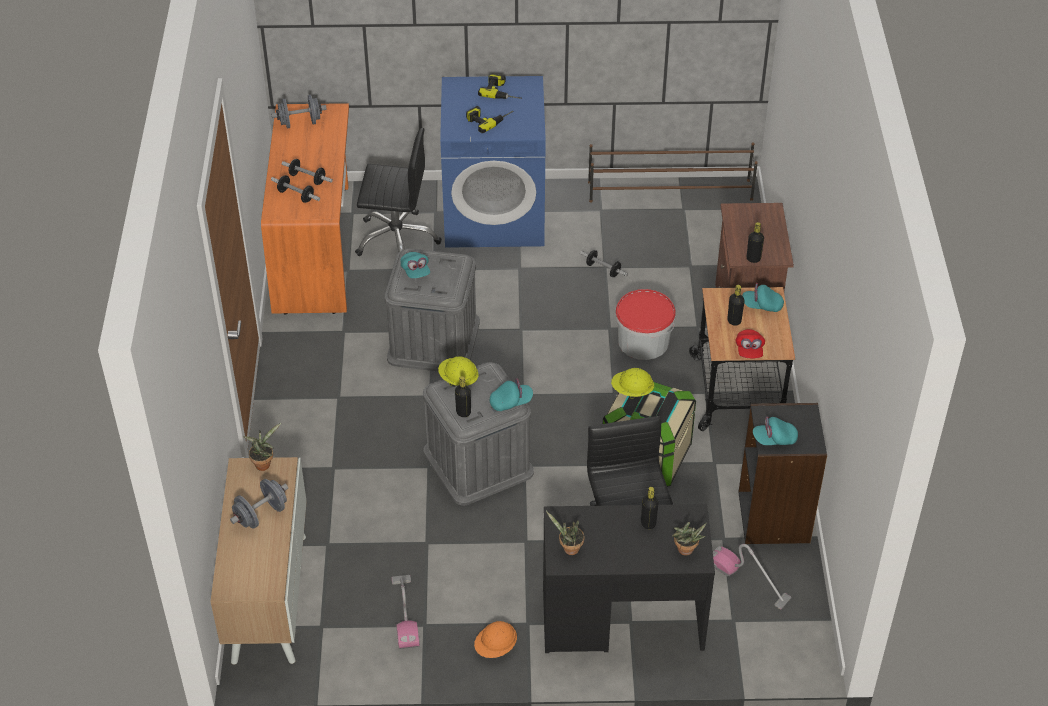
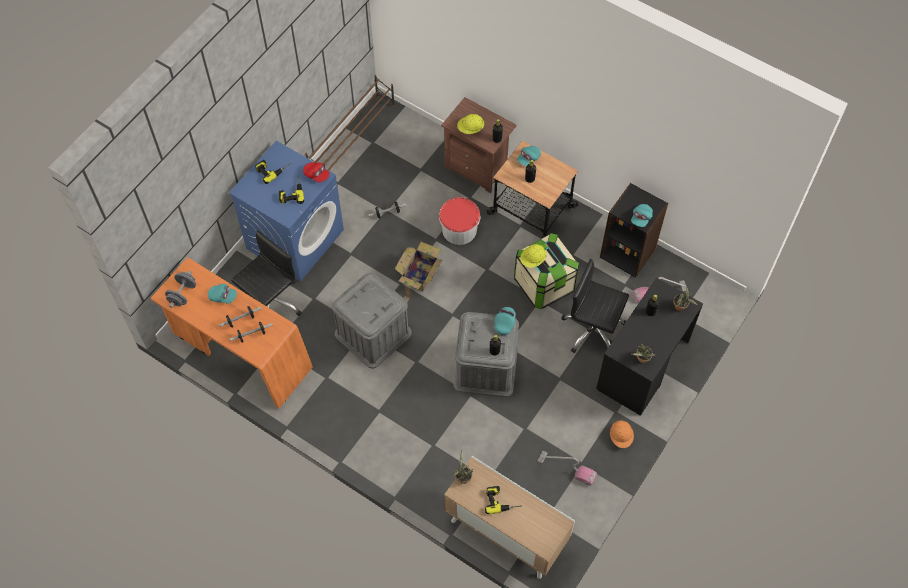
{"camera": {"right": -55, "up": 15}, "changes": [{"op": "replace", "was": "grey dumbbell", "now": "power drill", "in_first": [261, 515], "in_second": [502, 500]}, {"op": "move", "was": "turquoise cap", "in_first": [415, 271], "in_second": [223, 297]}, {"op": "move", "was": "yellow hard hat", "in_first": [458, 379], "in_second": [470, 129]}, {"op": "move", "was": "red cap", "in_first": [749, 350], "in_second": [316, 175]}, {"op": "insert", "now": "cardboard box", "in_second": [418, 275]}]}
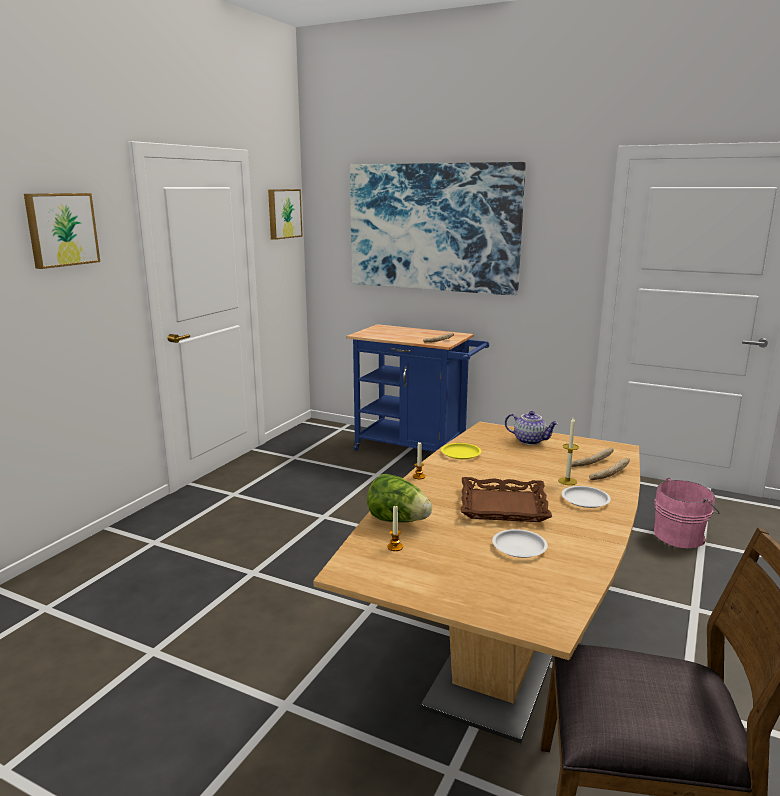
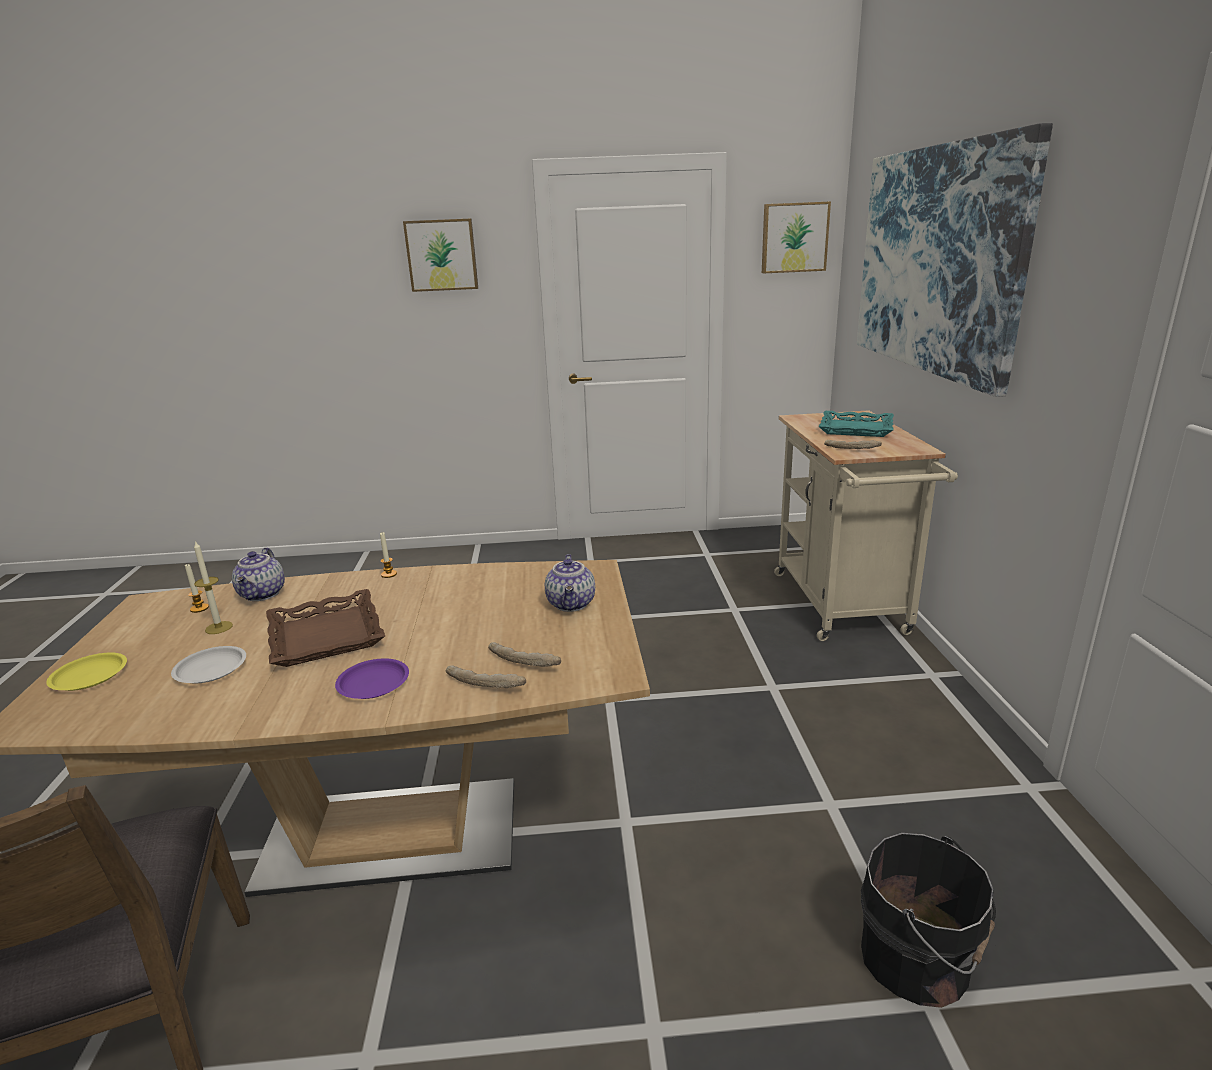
{"camera": {"right": 60, "up": 5}, "changes": [{"op": "recolor", "was": "blue cart", "now": "beige cart", "in_first": [416, 450], "in_second": [843, 607]}, {"op": "replace", "was": "lettuce", "now": "teapot", "in_first": [398, 520], "in_second": [263, 594]}, {"op": "move", "was": "yellow plate", "in_first": [460, 454], "in_second": [88, 676]}, {"op": "move", "was": "candle", "in_first": [567, 481], "in_second": [219, 627]}, {"op": "recolor", "was": "white plate", "now": "purple plate", "in_first": [585, 500], "in_second": [374, 683]}, {"op": "recolor", "was": "pink bucket", "now": "black bucket", "in_first": [681, 535], "in_second": [920, 961]}, {"op": "insert", "now": "turquoise tray", "in_second": [856, 429]}]}
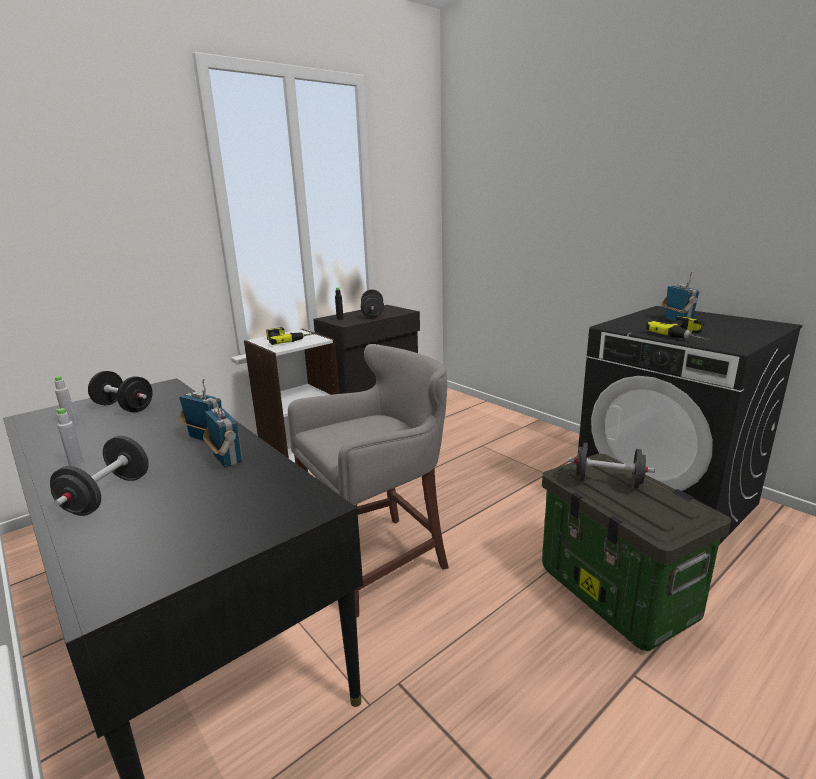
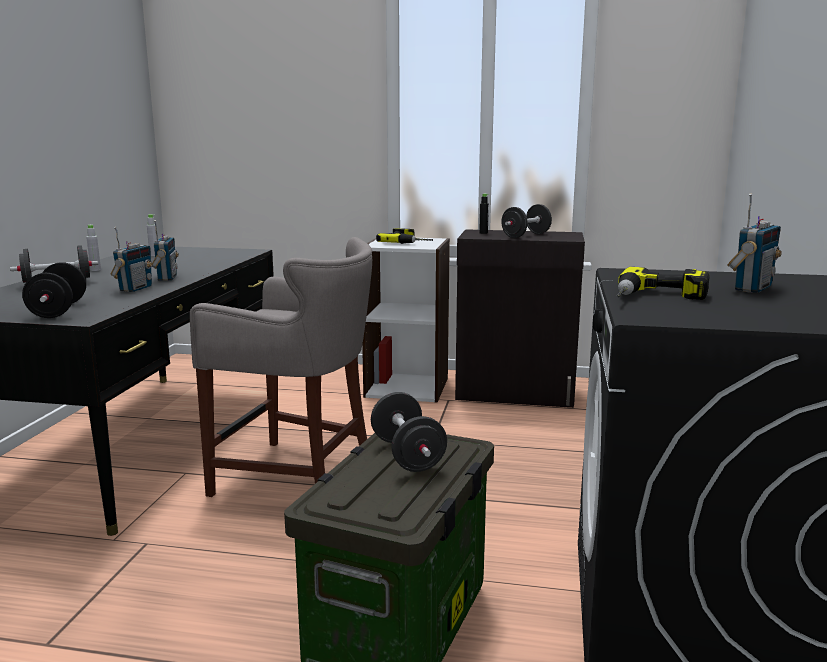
{"camera": {"right": 50, "up": -5}, "changes": [{"op": "move", "was": "black dumbbell", "in_first": [124, 407], "in_second": [58, 310]}]}
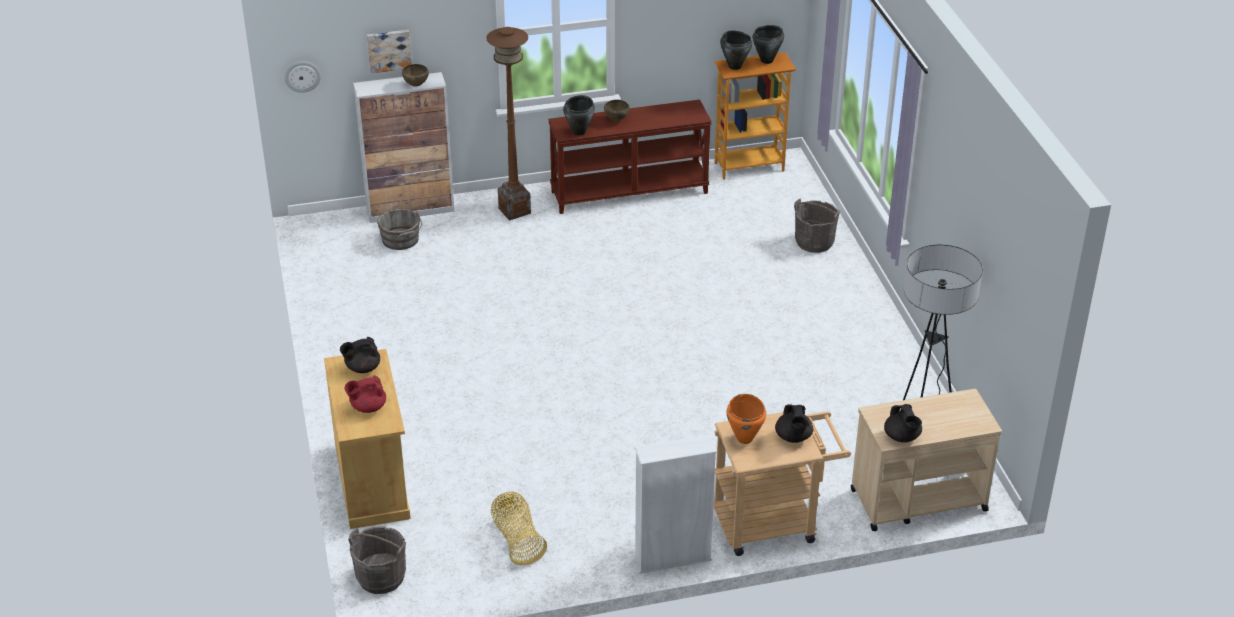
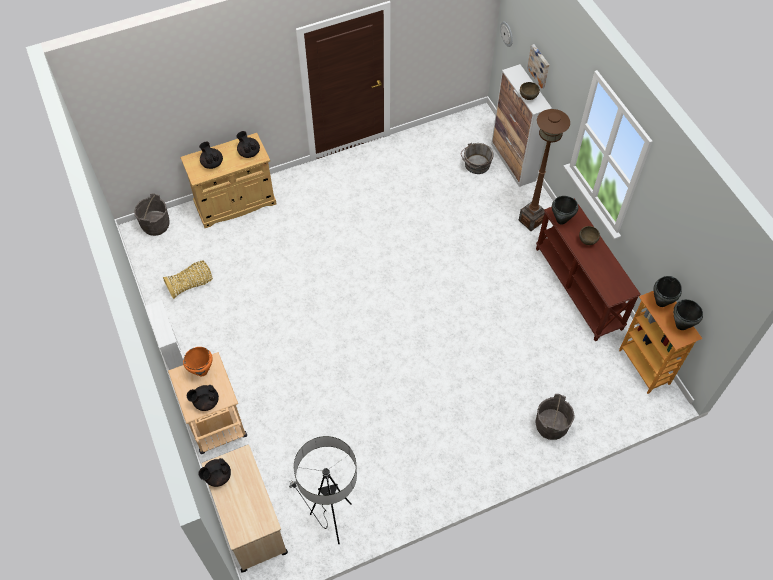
{"camera": {"right": 80, "up": 20}, "changes": [{"op": "recolor", "was": "red teapot", "now": "black teapot", "in_first": [367, 407], "in_second": [212, 163]}]}
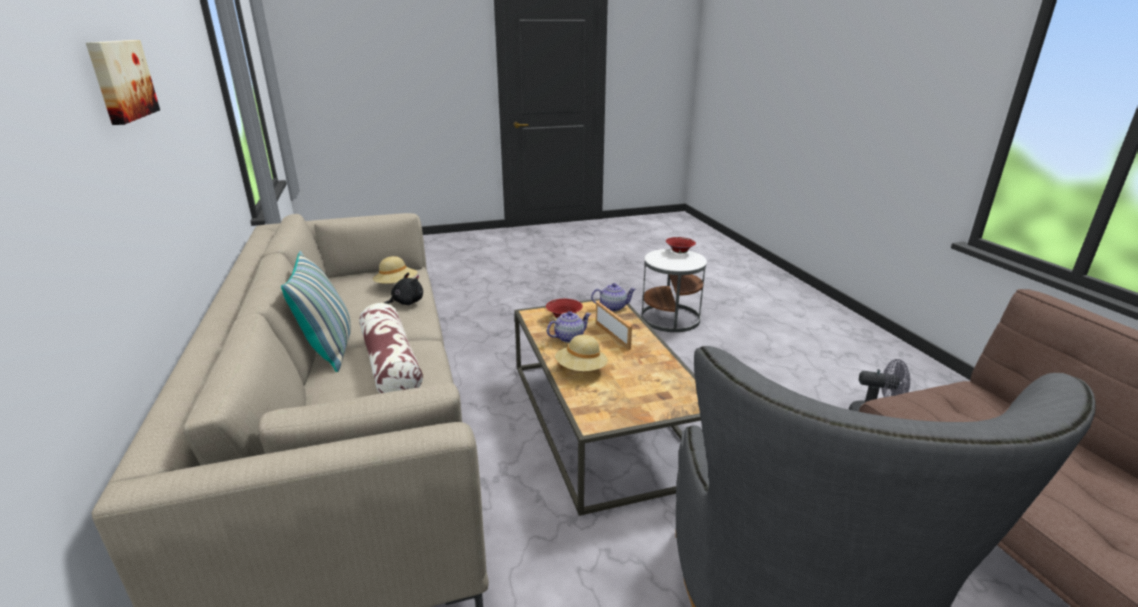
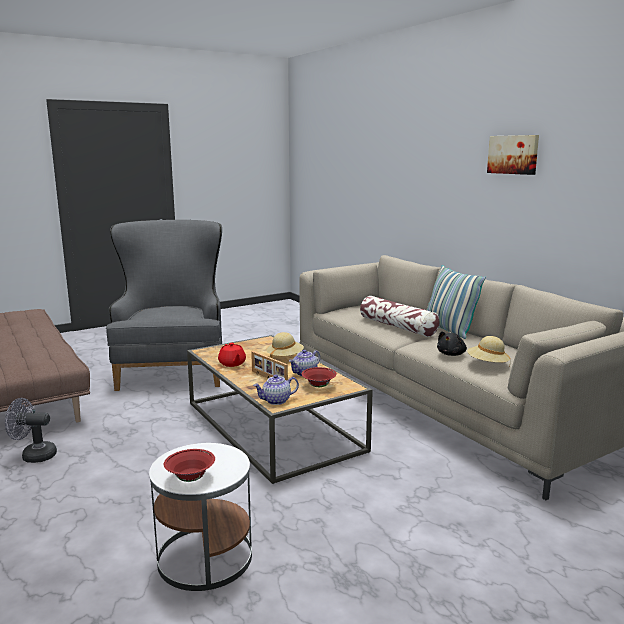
{"camera": {"right": 165, "up": -10}, "changes": [{"op": "insert", "now": "red teapot", "in_second": [232, 364]}]}
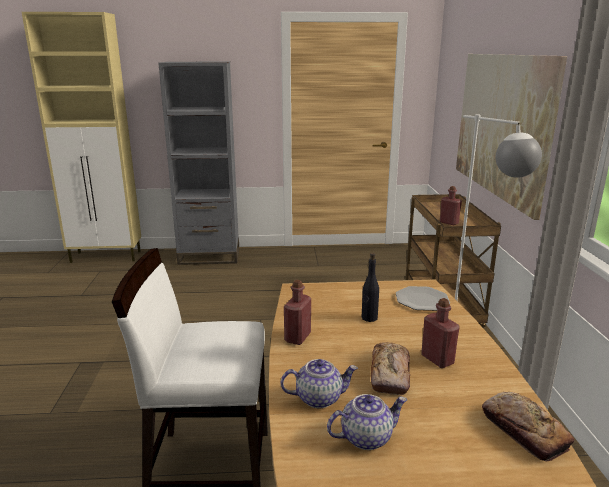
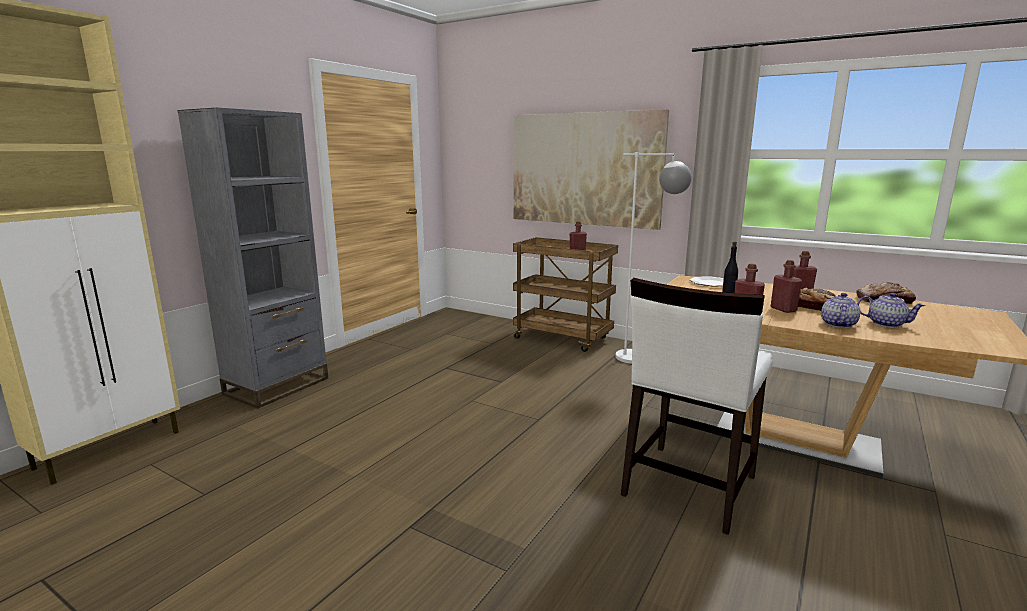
{"camera": {"right": -55, "up": -5}, "changes": [{"op": "rotate", "was": "teapot", "in_first": [366, 437], "in_second": [886, 324], "clockwise": 105}, {"op": "insert", "now": "red bottle", "in_second": [783, 309]}]}
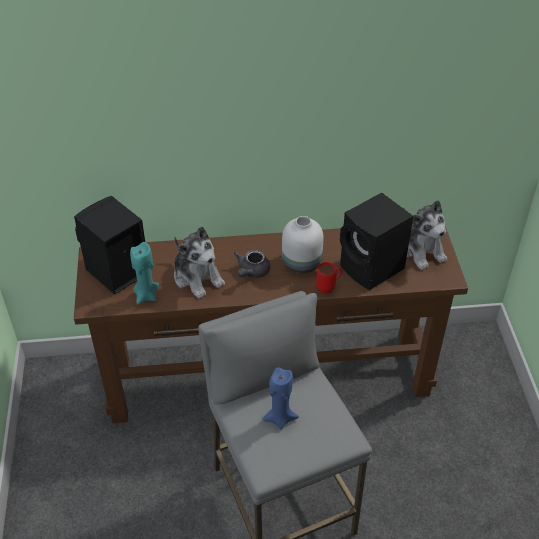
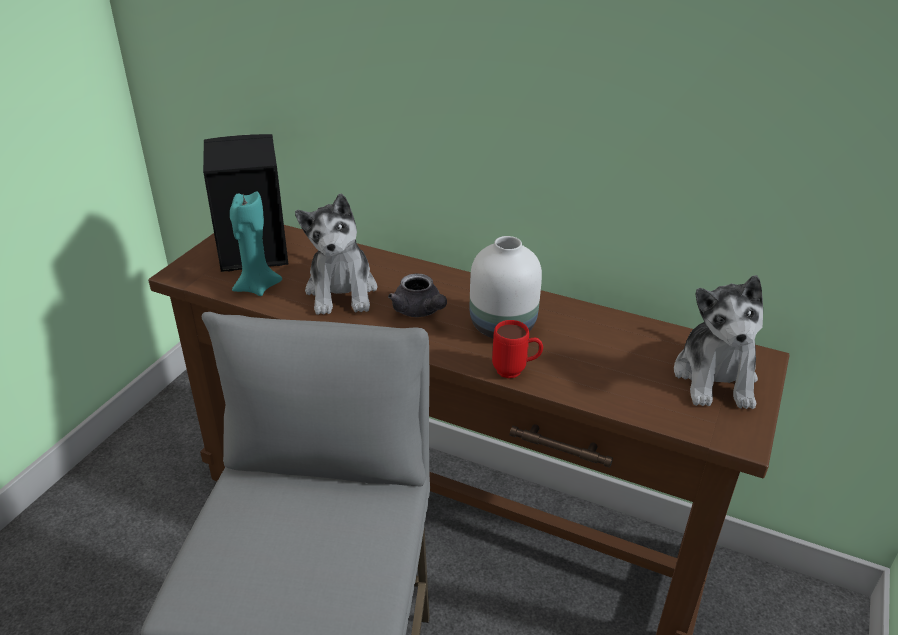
{"camera": {"right": 30, "up": -10}, "changes": [{"op": "rotate", "was": "grey teapot", "in_first": [251, 272], "in_second": [419, 311], "clockwise": -90}, {"op": "delete", "was": "blue candle", "in_first": [280, 418]}, {"op": "delete", "was": "black speaker", "in_first": [373, 269]}]}
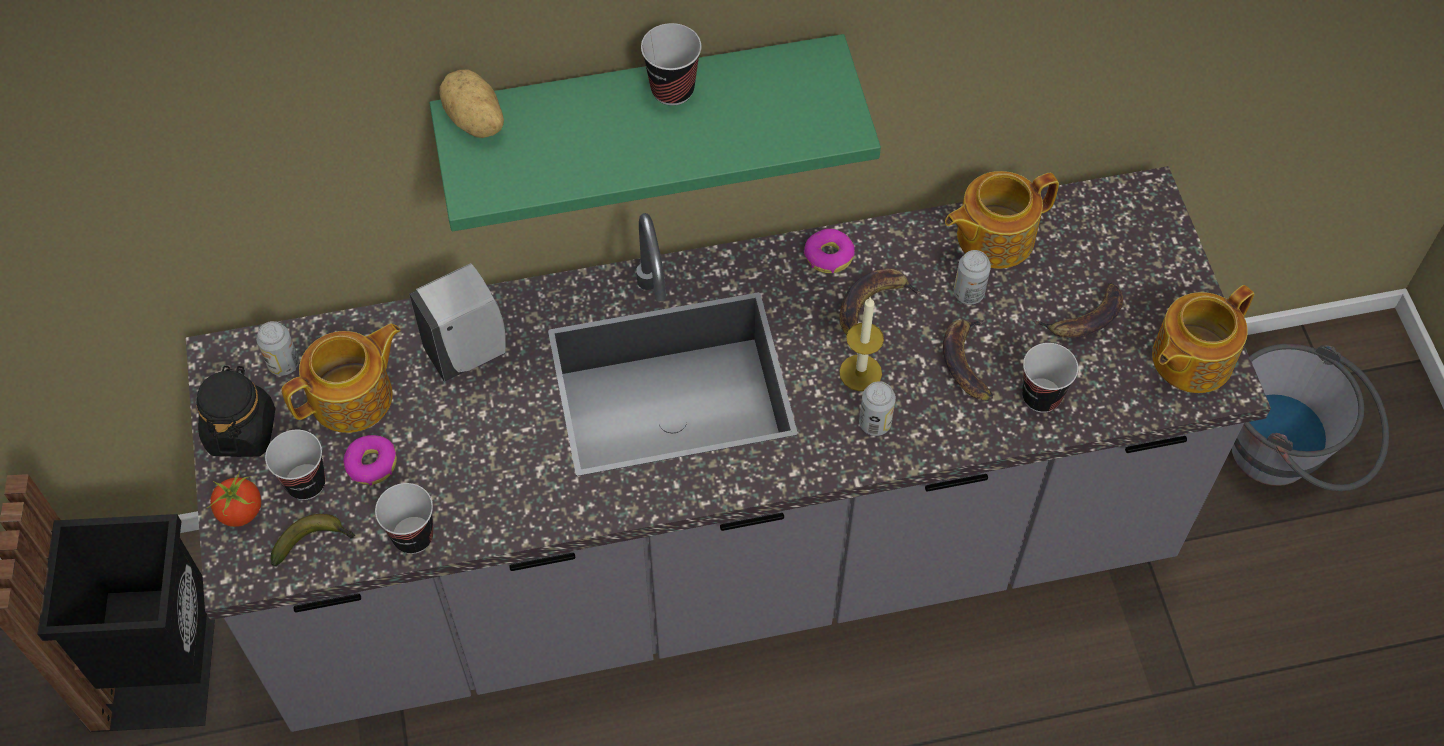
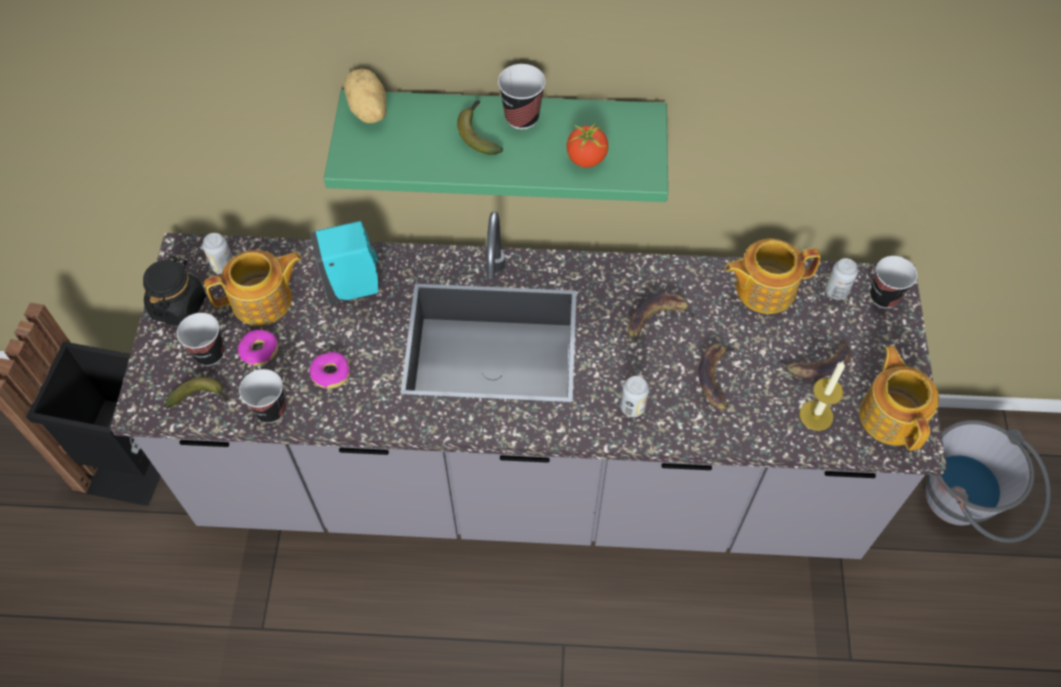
{"camera": {"right": 15, "up": 0}, "changes": [{"op": "move", "was": "tomato", "in_first": [240, 512], "in_second": [586, 159]}, {"op": "recolor", "was": "white soap dispenser", "now": "turquoise soap dispenser", "in_first": [469, 351], "in_second": [354, 286]}, {"op": "move", "was": "donut", "in_first": [828, 256], "in_second": [331, 373]}, {"op": "move", "was": "candle", "in_first": [860, 373], "in_second": [816, 415]}, {"op": "move", "was": "can", "in_first": [968, 293], "in_second": [836, 291]}, {"op": "move", "was": "cup", "in_first": [1041, 396], "in_second": [884, 297]}, {"op": "rotate", "was": "teapot", "in_first": [1190, 359], "in_second": [891, 415], "clockwise": 105}, {"op": "insert", "now": "banana", "in_second": [478, 132]}]}
